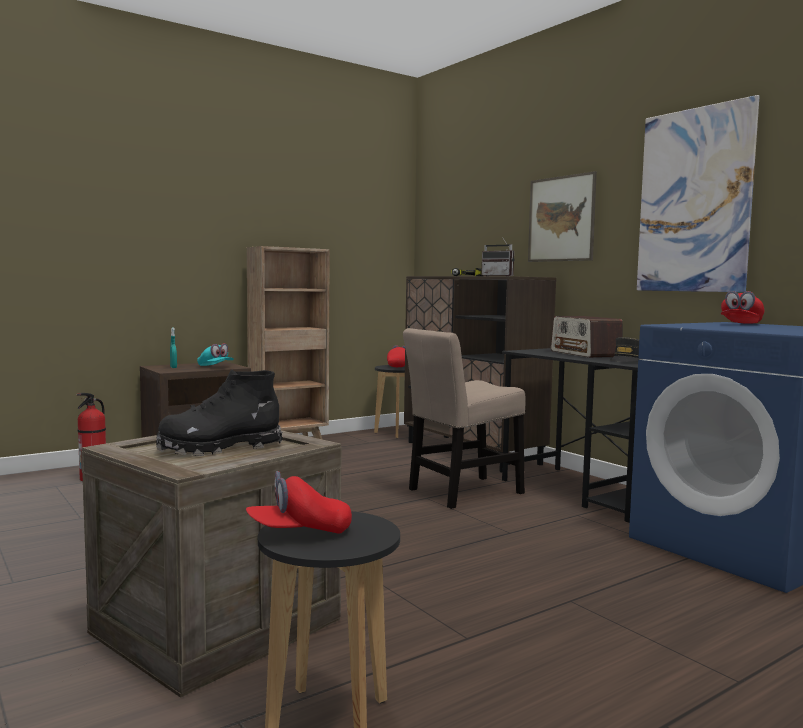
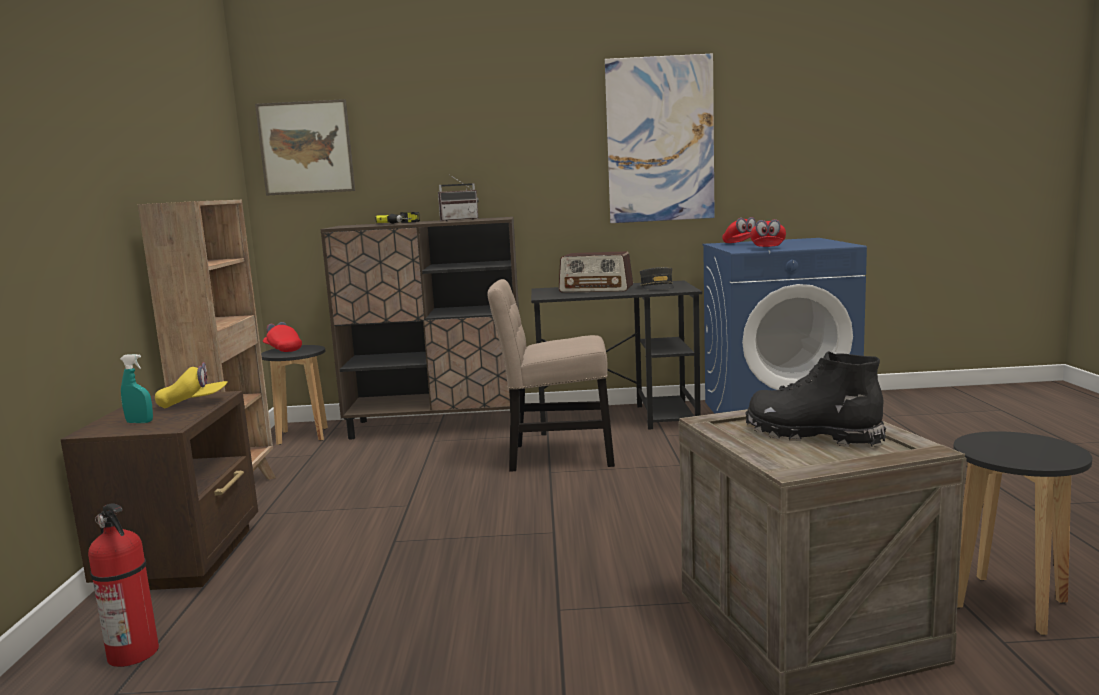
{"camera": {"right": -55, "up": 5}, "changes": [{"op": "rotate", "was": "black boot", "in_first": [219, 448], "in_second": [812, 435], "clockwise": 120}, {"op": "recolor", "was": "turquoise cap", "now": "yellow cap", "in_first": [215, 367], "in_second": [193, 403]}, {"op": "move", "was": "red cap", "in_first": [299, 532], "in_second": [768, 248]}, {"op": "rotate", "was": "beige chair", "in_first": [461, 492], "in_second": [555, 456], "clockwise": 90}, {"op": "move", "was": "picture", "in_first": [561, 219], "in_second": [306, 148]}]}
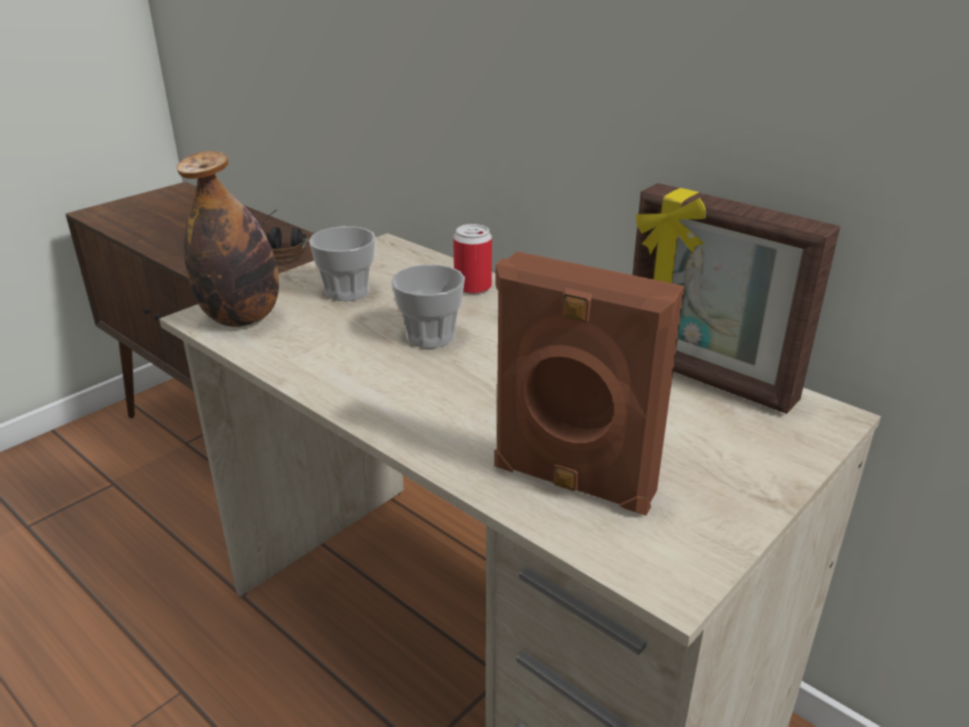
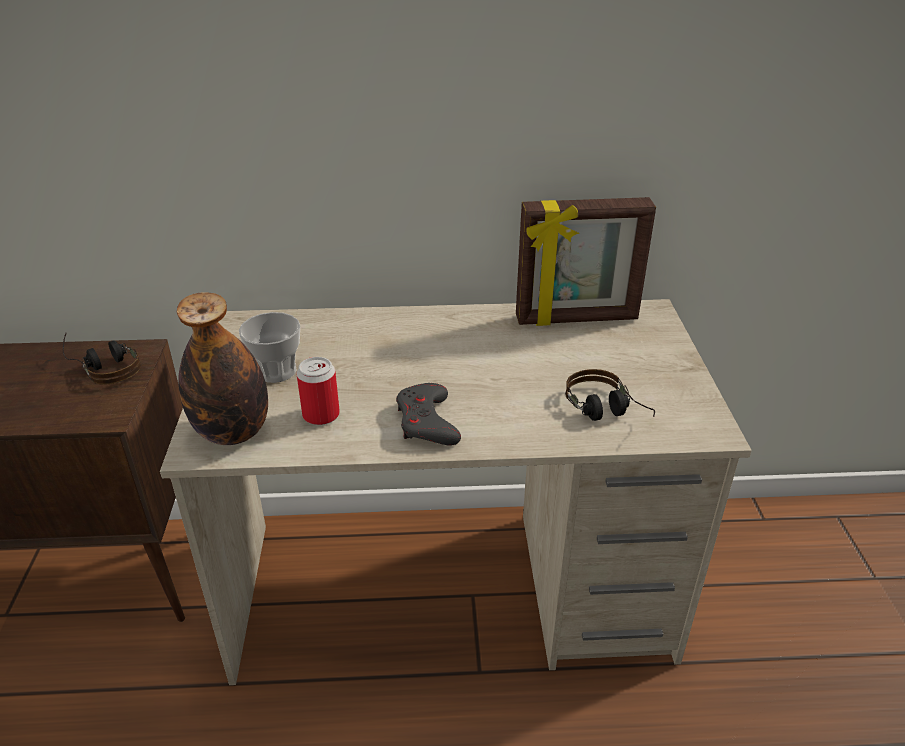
{"camera": {"right": -45, "up": 5}, "changes": [{"op": "delete", "was": "cup", "in_first": [430, 336]}, {"op": "move", "was": "can", "in_first": [473, 287], "in_second": [321, 415]}, {"op": "replace", "was": "brown speaker", "now": "headphones", "in_first": [571, 483], "in_second": [607, 413]}, {"op": "insert", "now": "grey game controller", "in_second": [427, 422]}]}
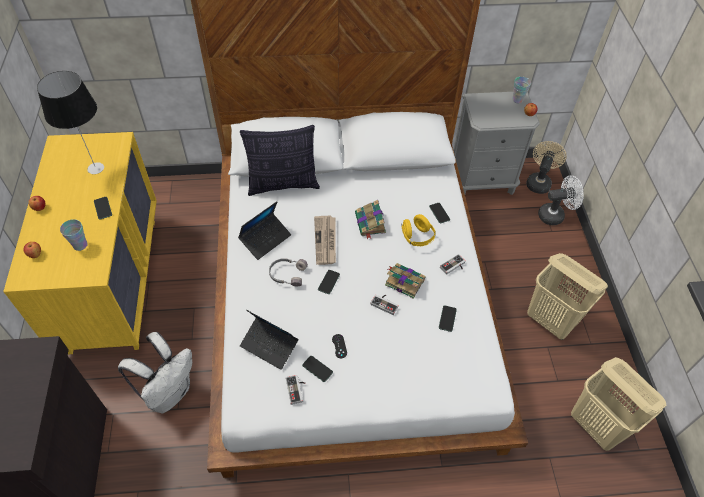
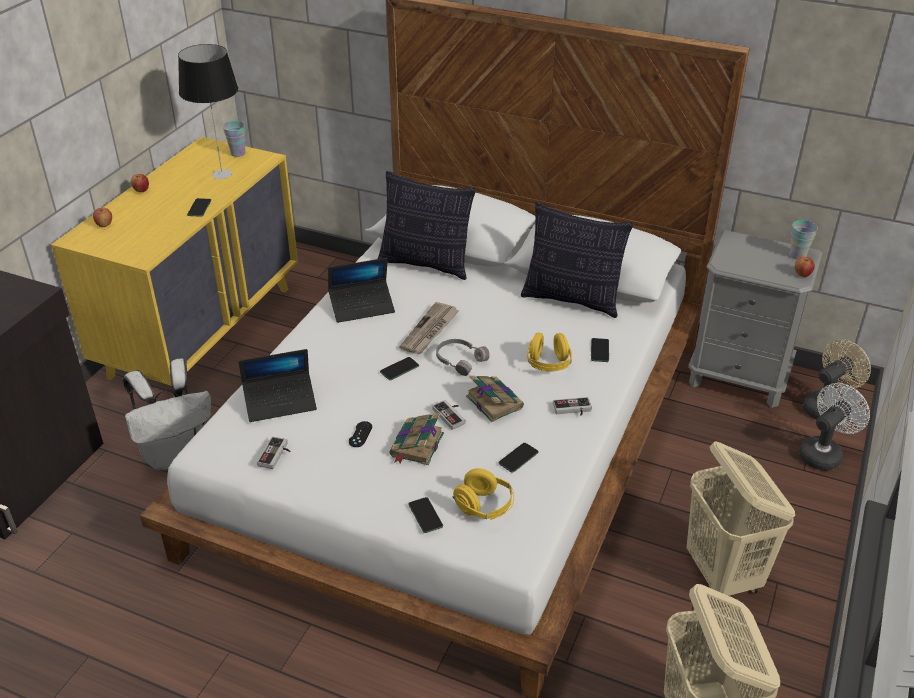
{"camera": {"right": 30, "up": -15}, "changes": [{"op": "move", "was": "cup", "in_first": [80, 245], "in_second": [238, 153]}, {"op": "rotate", "was": "laptop", "in_first": [269, 345], "in_second": [280, 402], "clockwise": -75}, {"op": "move", "was": "grey headphones", "in_first": [287, 274], "in_second": [460, 360]}, {"op": "move", "was": "phone", "in_first": [317, 369], "in_second": [425, 515]}, {"op": "move", "was": "book", "in_first": [370, 224], "in_second": [416, 446]}, {"op": "rotate", "was": "white fan", "in_first": [555, 215], "in_second": [823, 453], "clockwise": -60}, {"op": "insert", "now": "yellow headphones", "in_second": [484, 507]}, {"op": "insert", "now": "pillow", "in_second": [572, 300]}]}
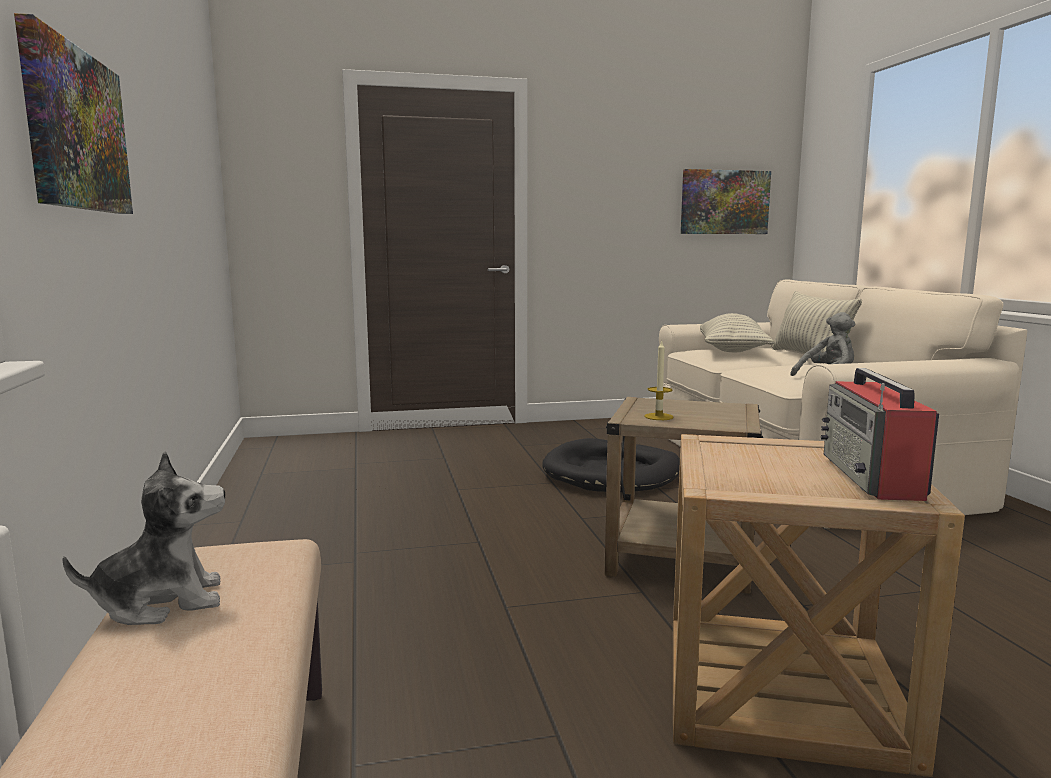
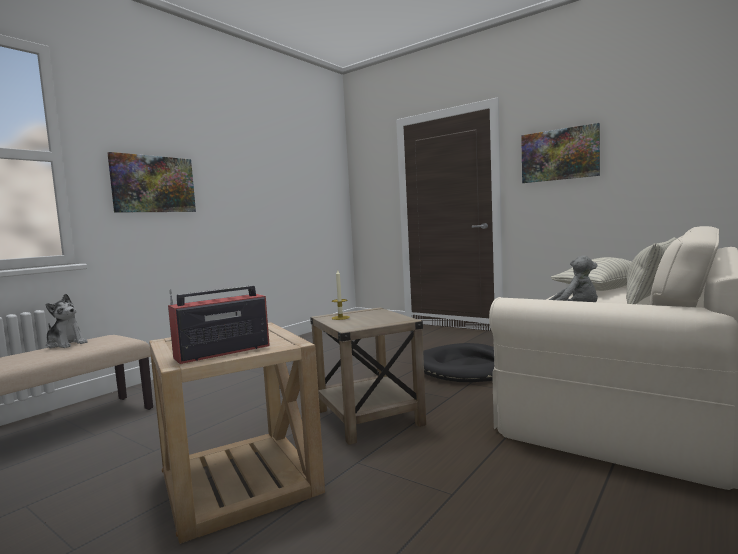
{"camera": {"right": 50, "up": -5}, "changes": [{"op": "move", "was": "picture", "in_first": [724, 202], "in_second": [559, 154]}]}
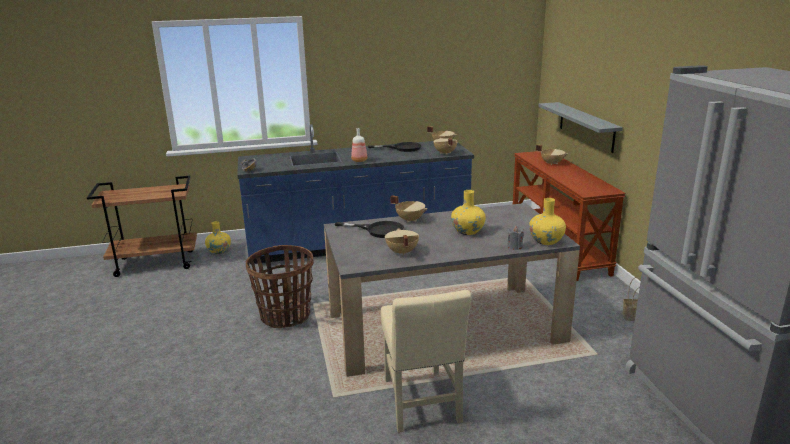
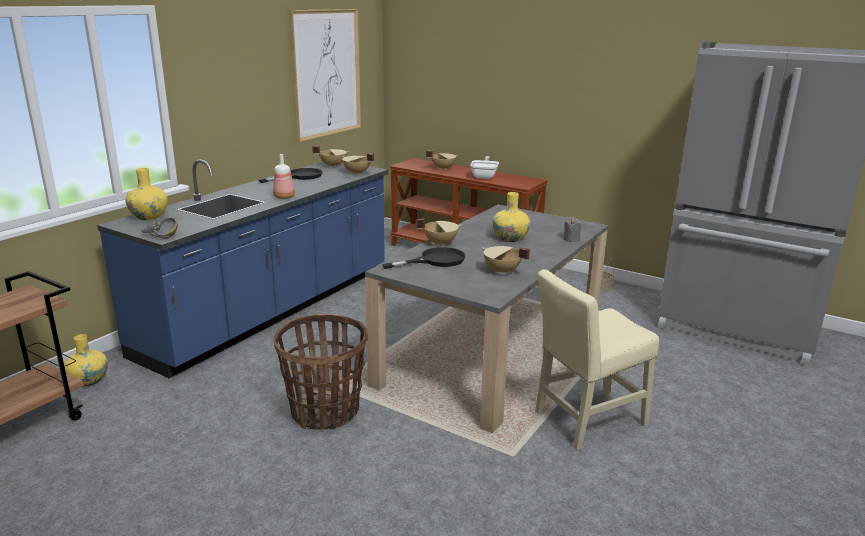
{"camera": {"right": -45, "up": 0}, "changes": [{"op": "rotate", "was": "beige chair", "in_first": [421, 404], "in_second": [586, 421], "clockwise": 120}, {"op": "move", "was": "yellow vase", "in_first": [546, 241], "in_second": [149, 216]}, {"op": "delete", "was": "grey shelf", "in_first": [586, 126]}, {"op": "insert", "now": "picture", "in_second": [326, 73]}, {"op": "insert", "now": "frying pan", "in_second": [484, 176]}]}
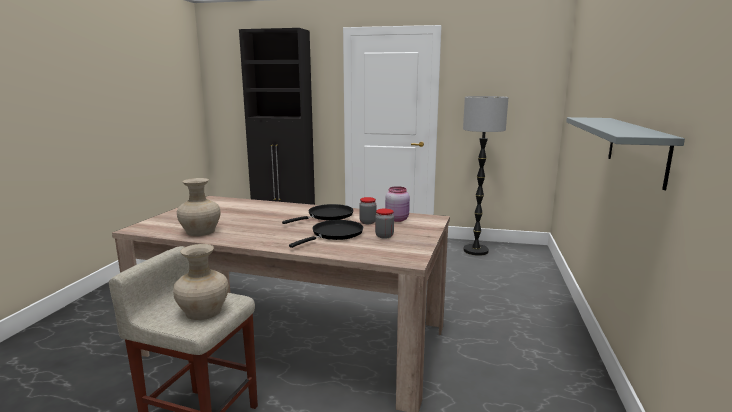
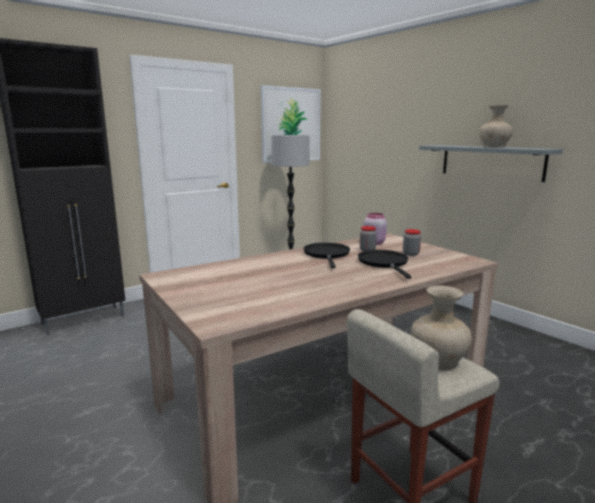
{"camera": {"right": -50, "up": 0}, "changes": [{"op": "move", "was": "beige vase", "in_first": [200, 231], "in_second": [493, 147]}, {"op": "insert", "now": "picture", "in_second": [291, 125]}]}
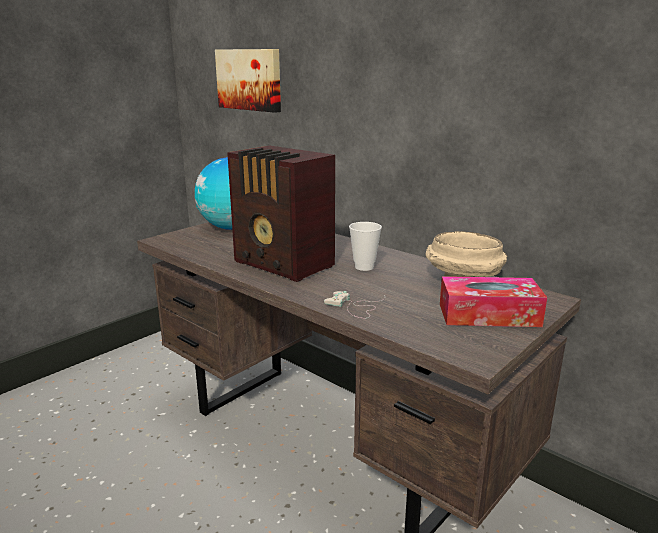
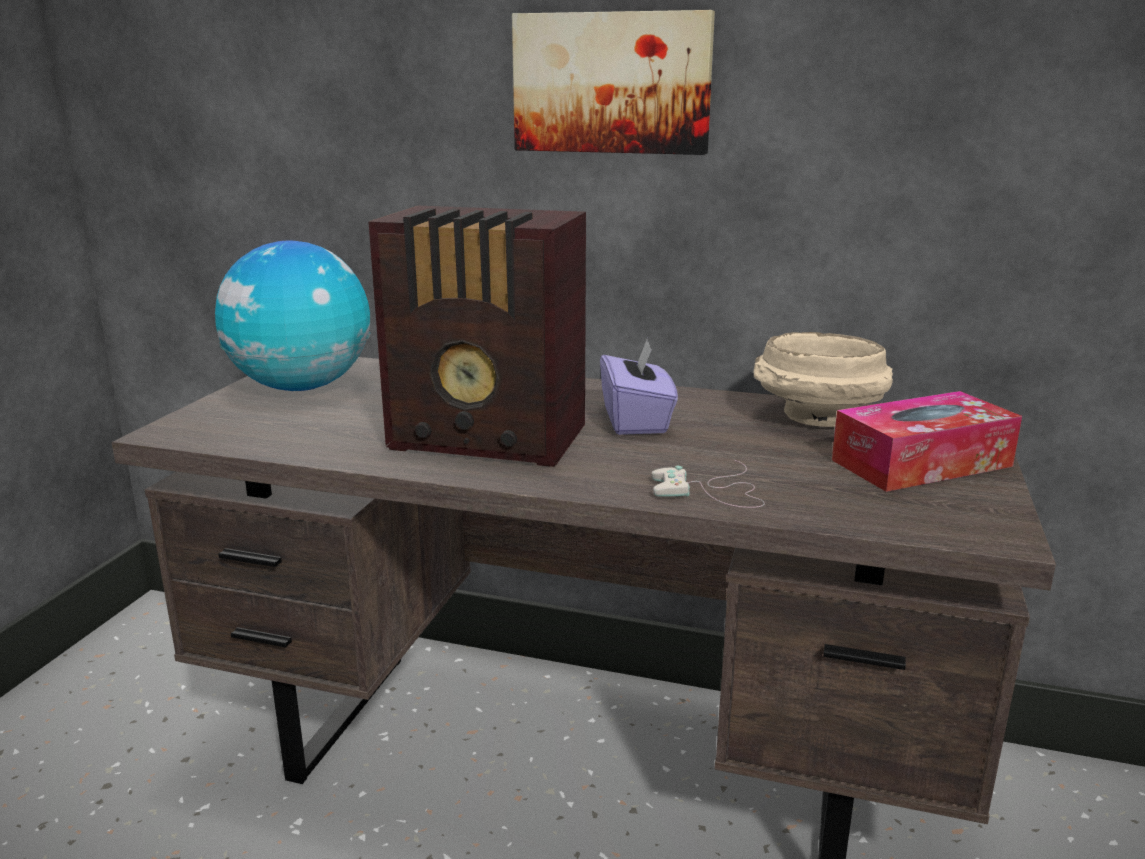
{"camera": {"right": -25, "up": 0}, "changes": [{"op": "move", "was": "picture", "in_first": [250, 79], "in_second": [612, 83]}, {"op": "replace", "was": "cup", "now": "purple tissue box", "in_first": [364, 267], "in_second": [636, 420]}]}
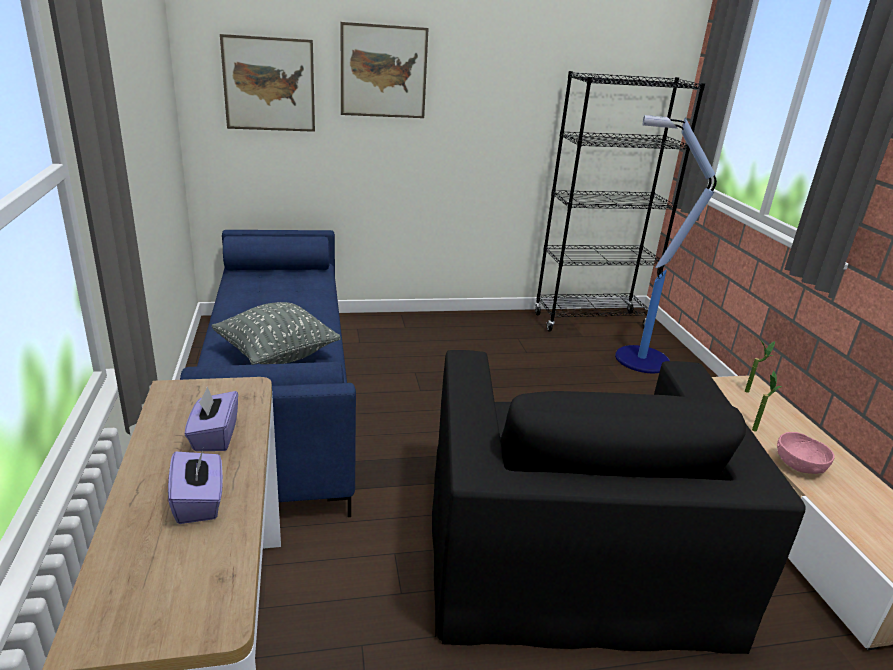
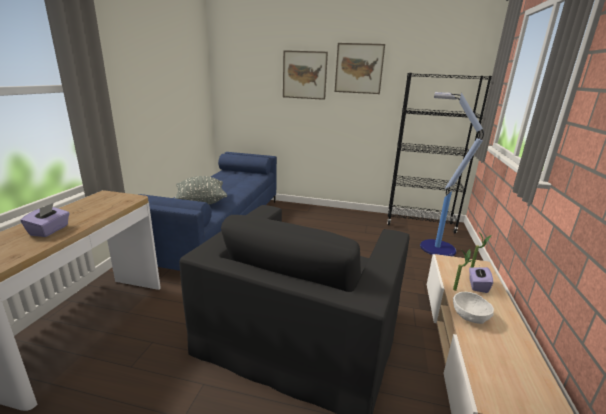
{"camera": {"right": 25, "up": -5}, "changes": [{"op": "move", "was": "purple tissue box", "in_first": [214, 436], "in_second": [477, 285]}, {"op": "move", "was": "picture", "in_first": [269, 84], "in_second": [359, 68]}, {"op": "recolor", "was": "pink bowl", "now": "white bowl", "in_first": [799, 465], "in_second": [470, 316]}]}
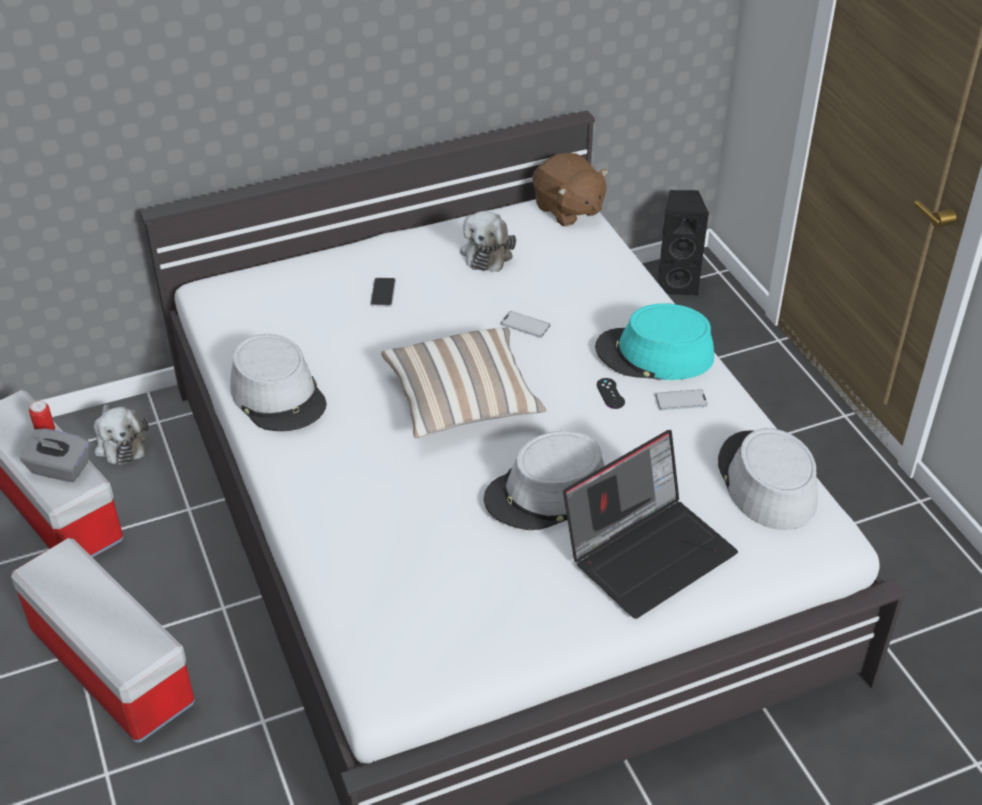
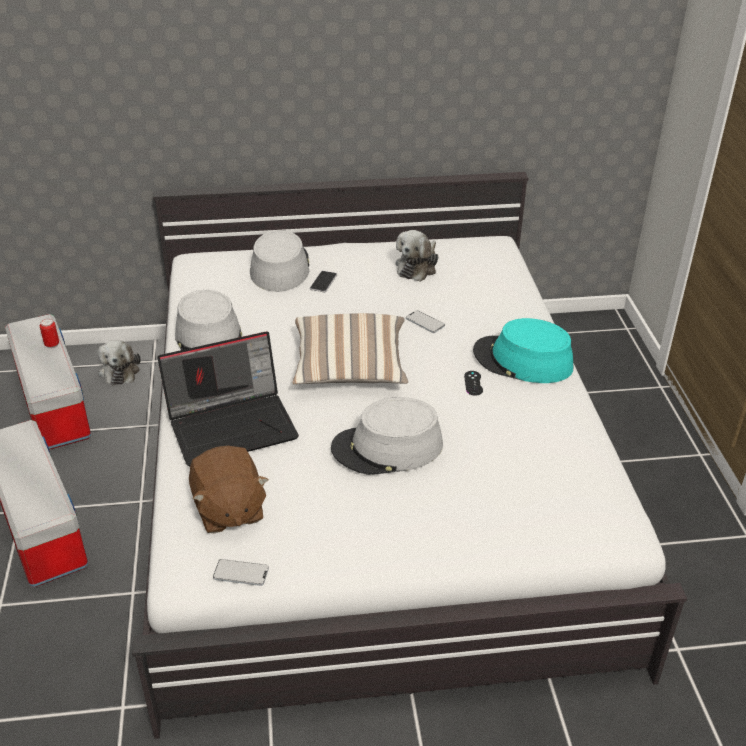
{"camera": {"right": 15, "up": -5}, "changes": [{"op": "delete", "was": "grey tissue box", "in_first": [59, 469]}, {"op": "move", "was": "brown plush toy", "in_first": [568, 209], "in_second": [228, 510]}, {"op": "move", "was": "laptop", "in_first": [649, 551], "in_second": [233, 424]}, {"op": "move", "was": "phone", "in_first": [681, 401], "in_second": [241, 573]}, {"op": "delete", "was": "black speaker", "in_first": [676, 284]}, {"op": "move", "was": "grey hat", "in_first": [766, 482], "in_second": [279, 267]}]}
